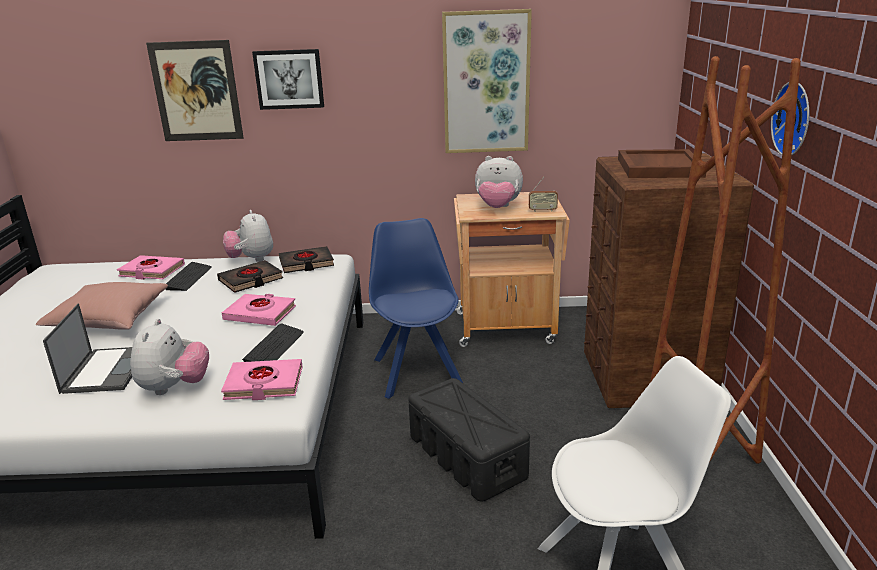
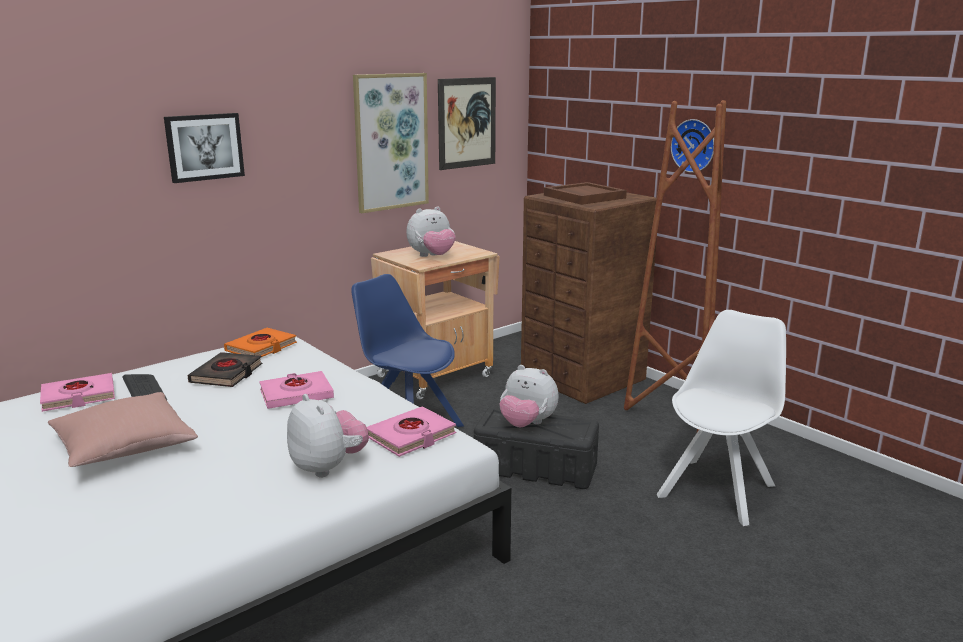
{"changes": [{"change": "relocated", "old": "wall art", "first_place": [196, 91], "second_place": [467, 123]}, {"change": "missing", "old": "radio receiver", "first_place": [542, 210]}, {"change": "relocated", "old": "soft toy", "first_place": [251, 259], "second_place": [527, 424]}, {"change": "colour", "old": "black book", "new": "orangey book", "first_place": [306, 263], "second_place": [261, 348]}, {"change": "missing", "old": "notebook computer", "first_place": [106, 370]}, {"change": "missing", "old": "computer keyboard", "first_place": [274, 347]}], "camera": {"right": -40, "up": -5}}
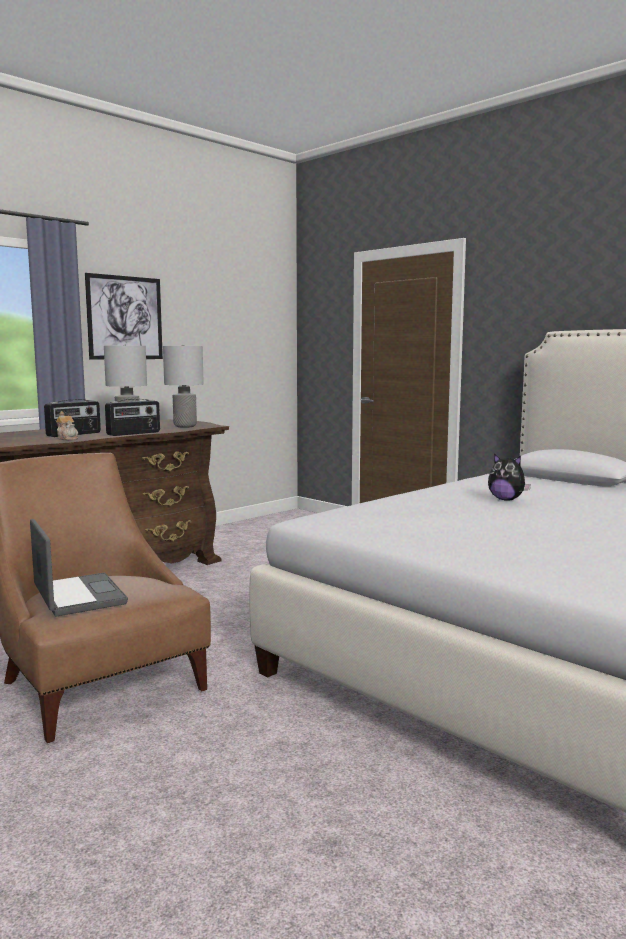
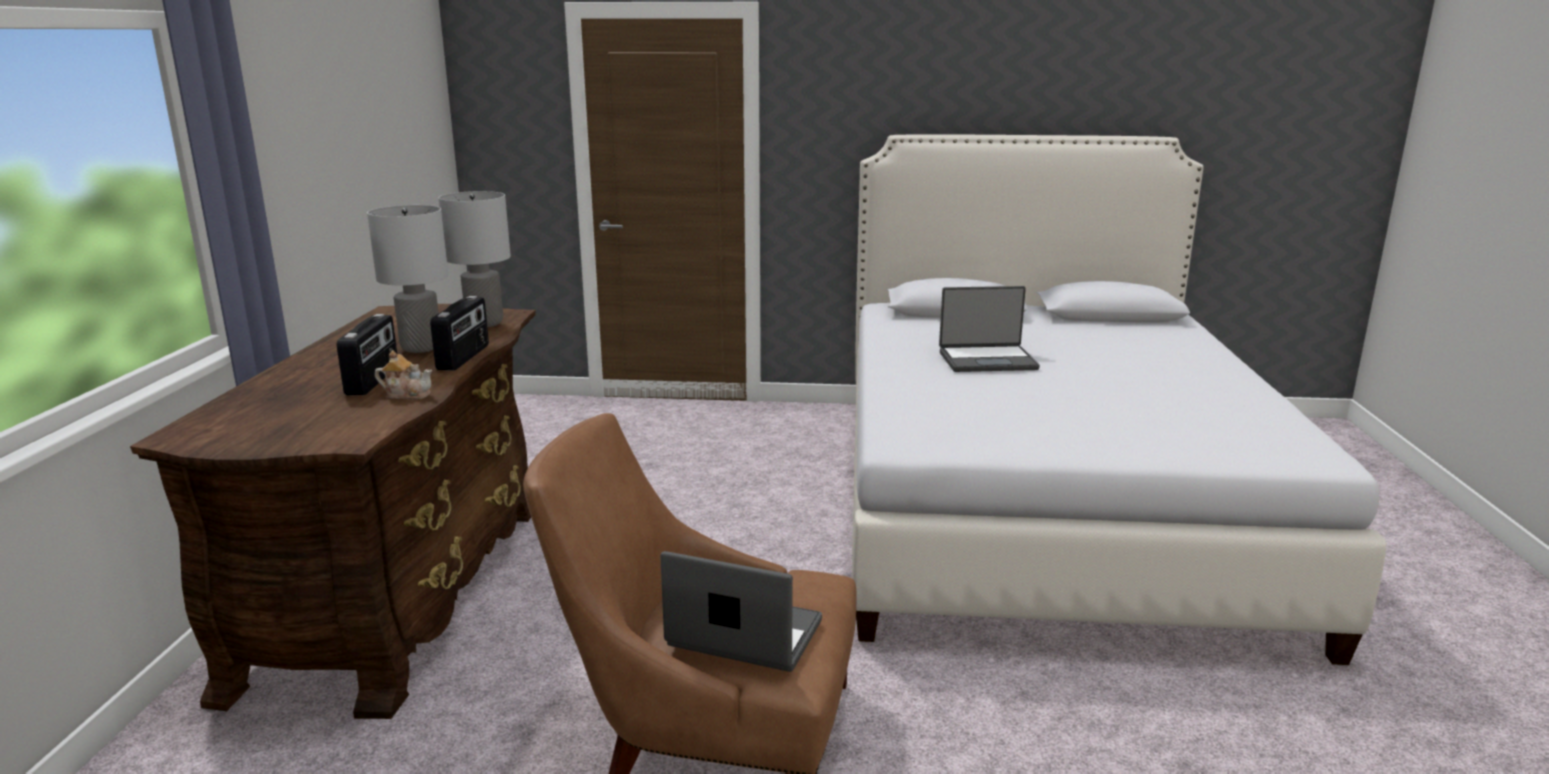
{"changes": [{"change": "missing", "old": "wall art", "first_place": [125, 318]}, {"change": "exchanged", "old": "soft toy", "new": "notebook computer", "first_place": [506, 500], "second_place": [987, 360]}], "camera": {"right": -40, "up": 10}}
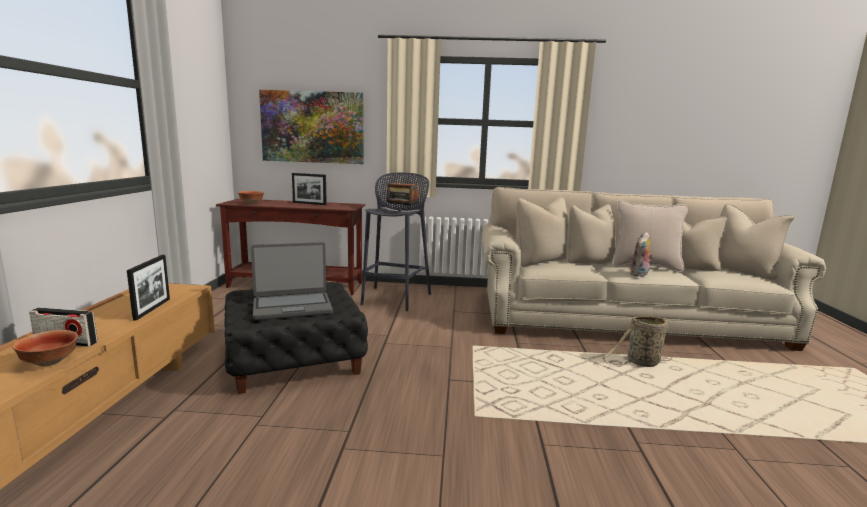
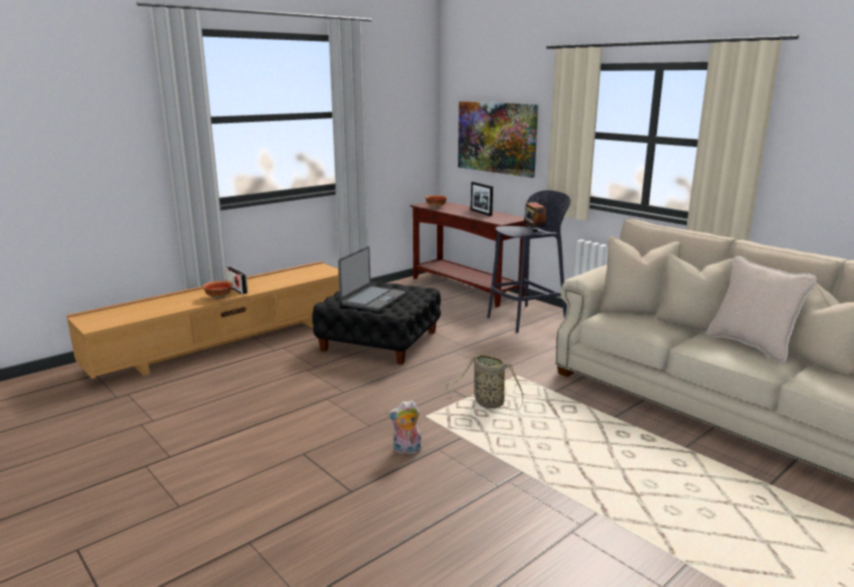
{"changes": [{"change": "relocated", "old": "soft toy", "first_place": [640, 274], "second_place": [406, 451]}, {"change": "spun", "old": "notebook computer", "first_place": [292, 307], "second_place": [373, 299], "degrees": -90}, {"change": "missing", "old": "picture frame", "first_place": [152, 309]}, {"change": "relocated", "old": "basket", "first_place": [641, 363], "second_place": [486, 403]}], "camera": {"right": 45, "up": 5}}
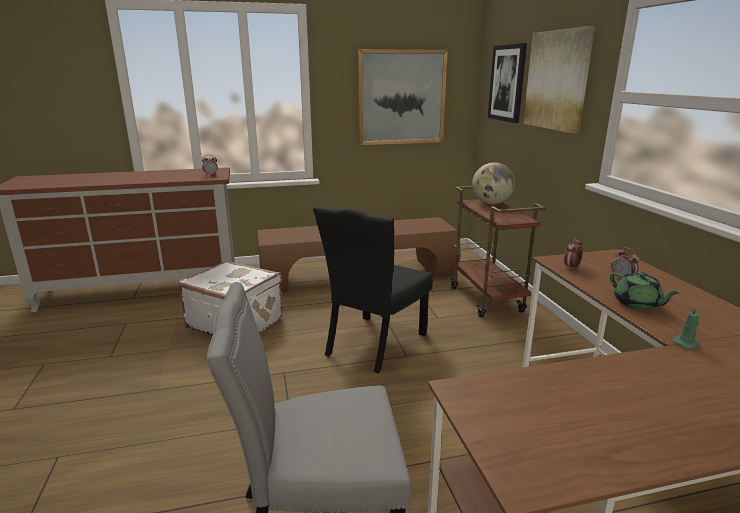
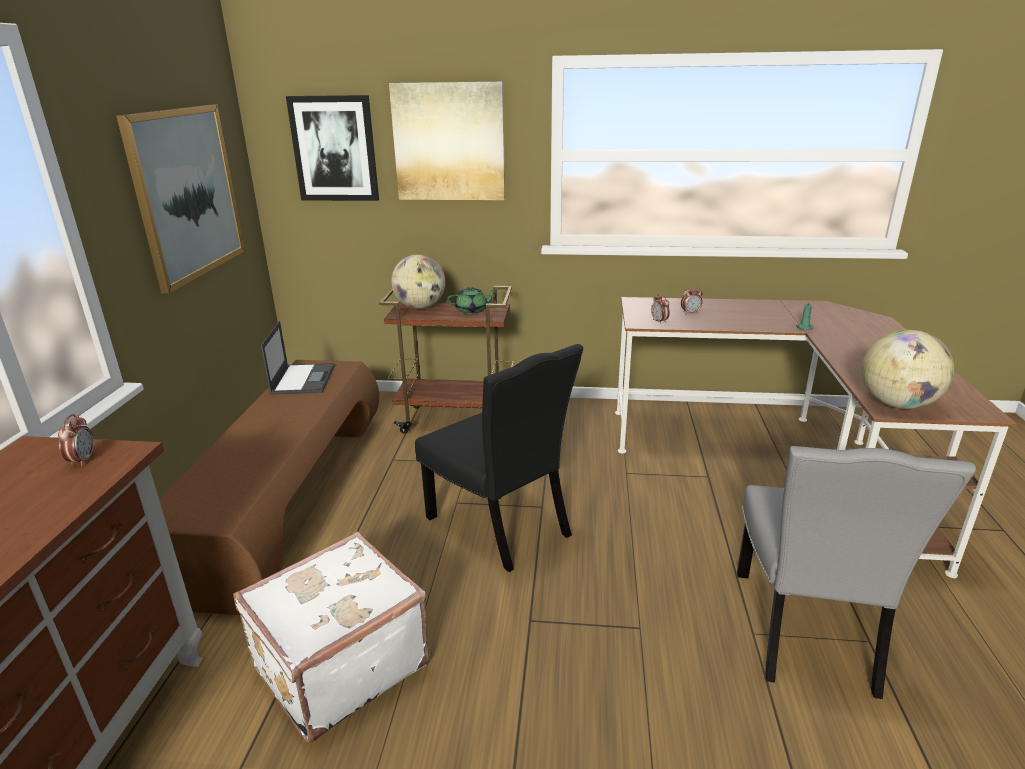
{"changes": [{"change": "relocated", "old": "greenish pot for tea", "first_place": [637, 304], "second_place": [472, 310]}, {"change": "appeared", "new": "notebook computer", "second_place": [303, 379]}, {"change": "appeared", "new": "desk globe", "second_place": [897, 404]}], "camera": {"right": -70, "up": 5}}
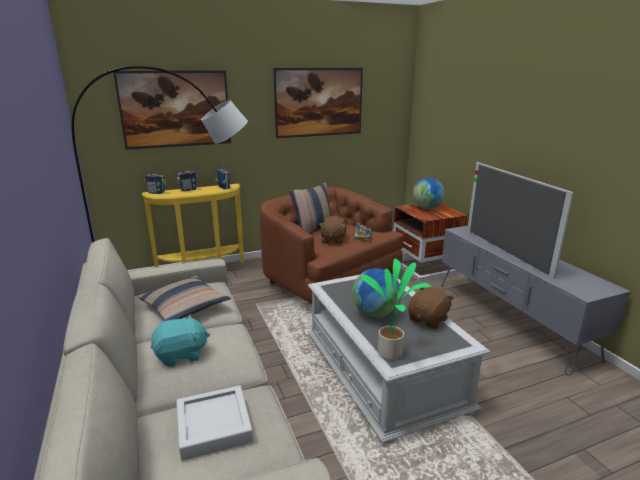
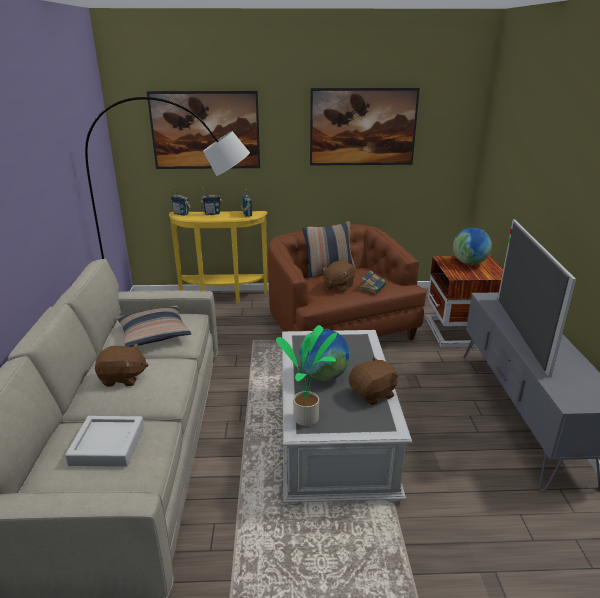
{"changes": [{"change": "colour", "old": "turquoise soft toy", "new": "brown soft toy", "first_place": [181, 355], "second_place": [123, 378]}], "camera": {"right": 20, "up": 5}}
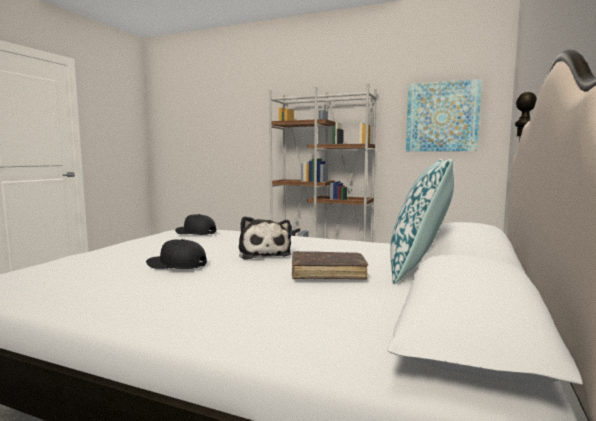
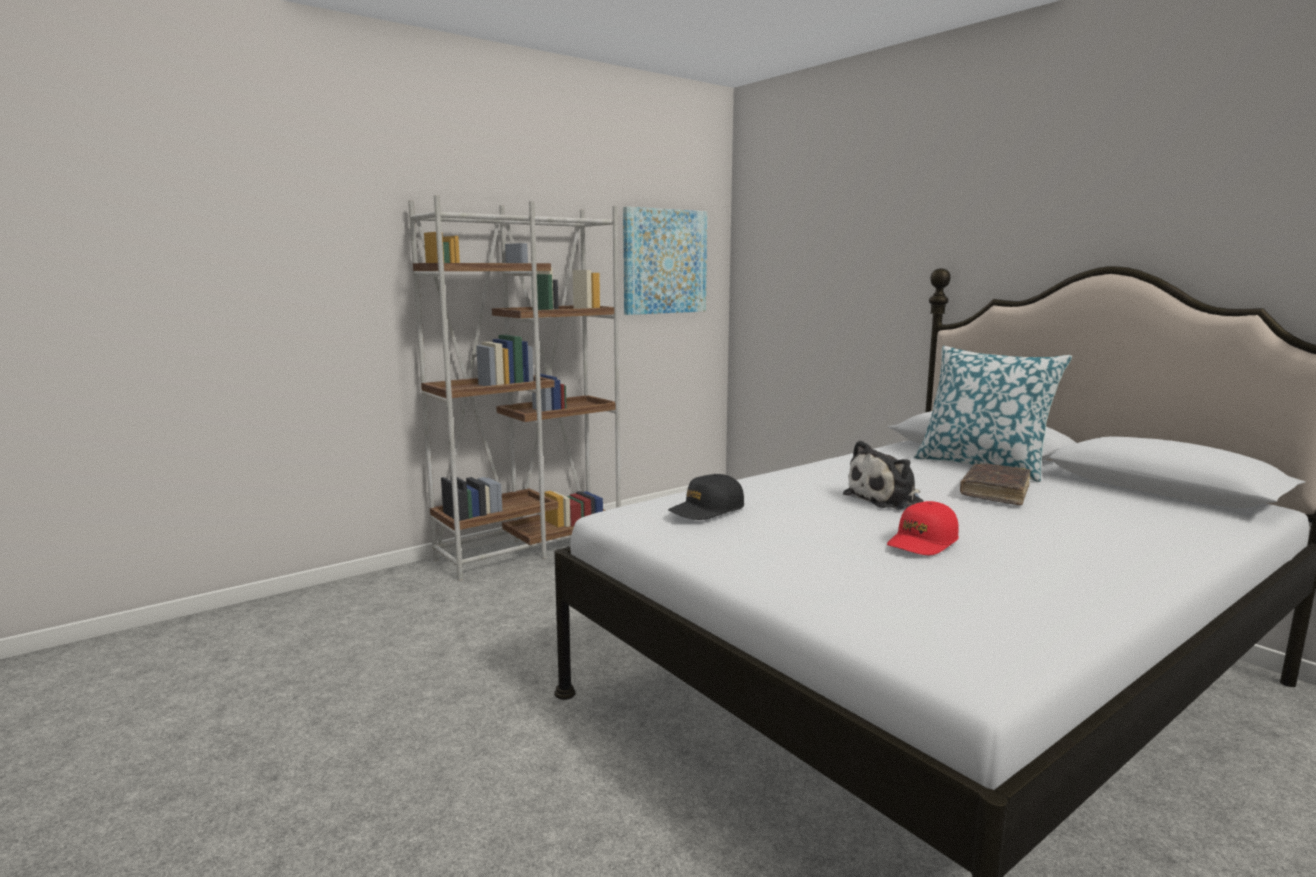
{"changes": [{"change": "spun", "old": "soft toy", "first_place": [264, 254], "second_place": [887, 499], "degrees": 135}, {"change": "colour", "old": "black baseball cap", "new": "reddish baseball cap", "first_place": [176, 265], "second_place": [922, 542]}], "camera": {"right": -60, "up": 5}}
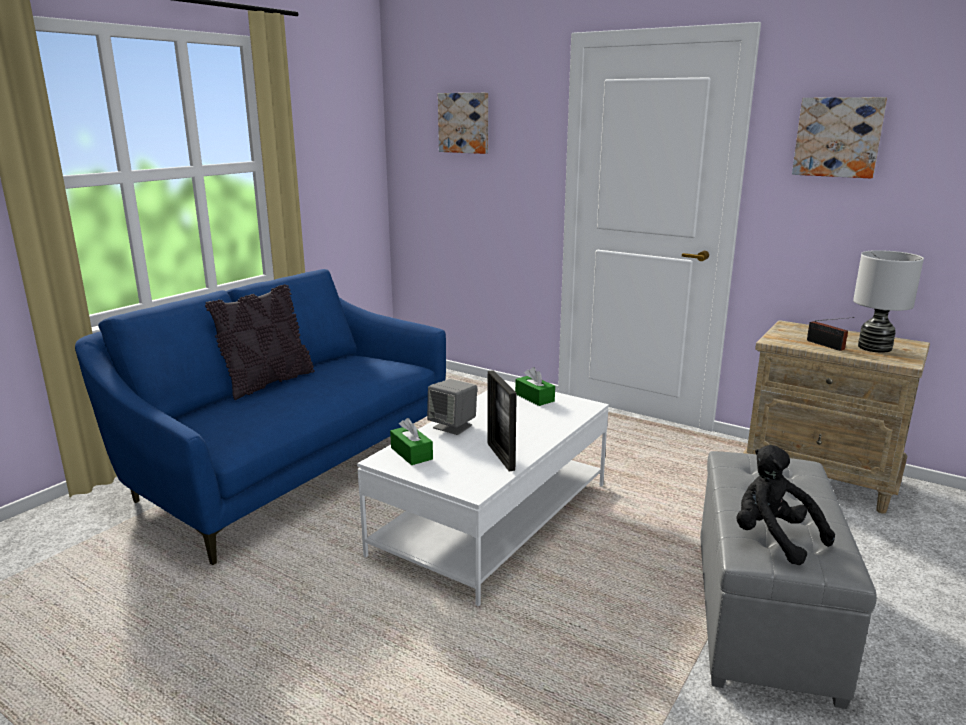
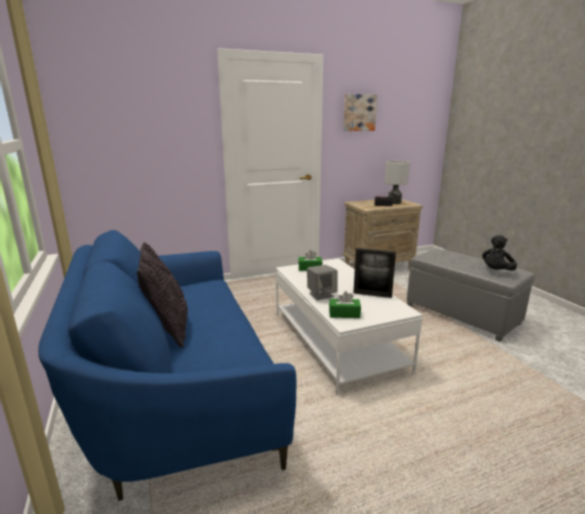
{"changes": [{"change": "missing", "old": "wall art", "first_place": [464, 123]}, {"change": "spun", "old": "black soft toy", "first_place": [773, 538], "second_place": [496, 272], "degrees": -45}], "camera": {"right": -55, "up": 0}}
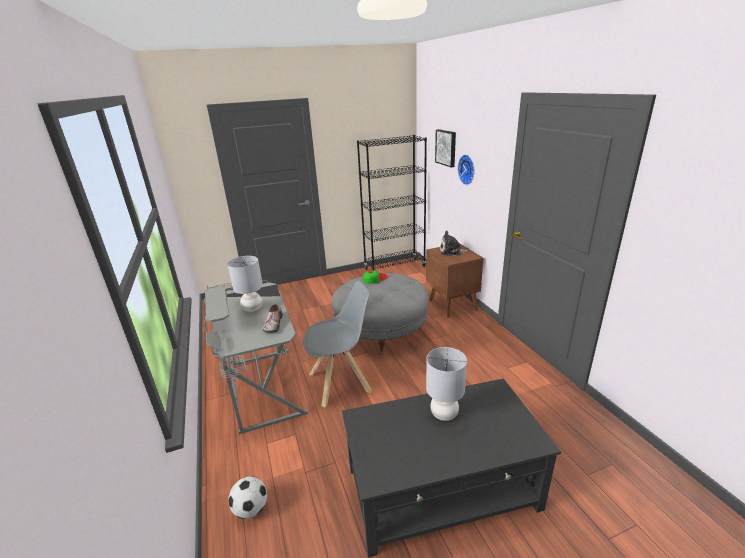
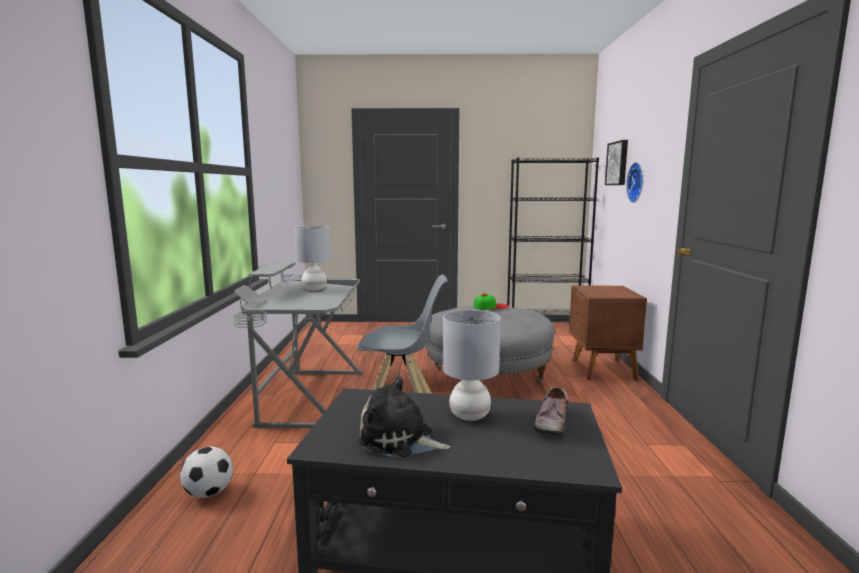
{"changes": [{"change": "relocated", "old": "soft toy", "first_place": [452, 251], "second_place": [399, 440]}, {"change": "relocated", "old": "shoe", "first_place": [272, 324], "second_place": [550, 422]}], "camera": {"right": 20, "up": -15}}
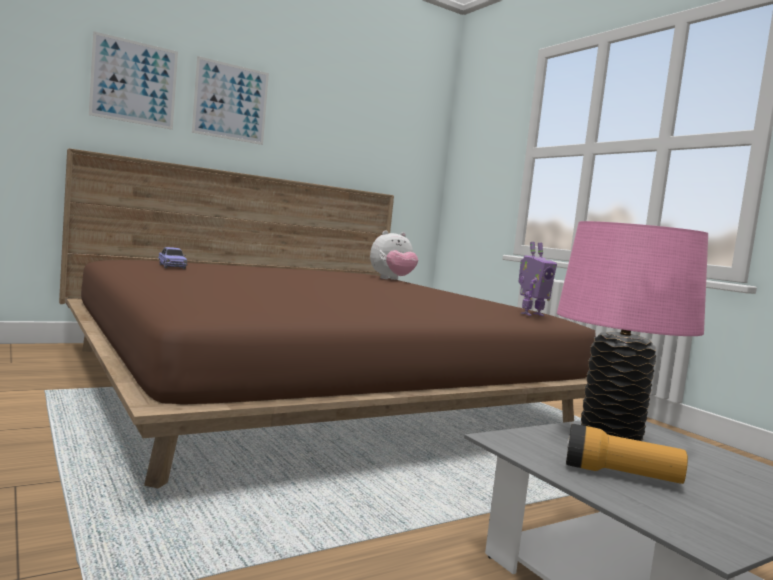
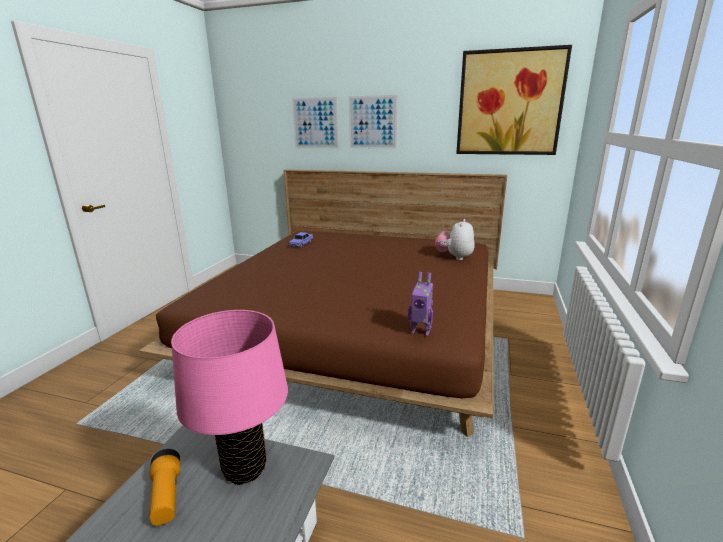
{"changes": [{"change": "spun", "old": "soft toy", "first_place": [392, 279], "second_place": [454, 257], "degrees": 90}, {"change": "appeared", "new": "wall art", "second_place": [509, 103]}], "camera": {"right": 50, "up": 15}}
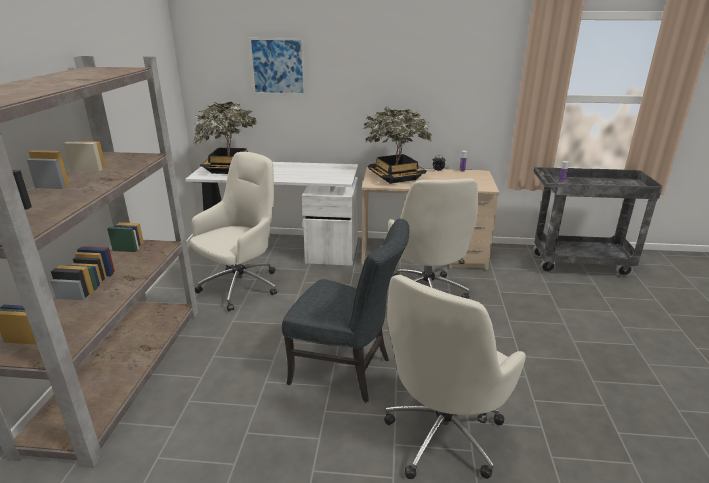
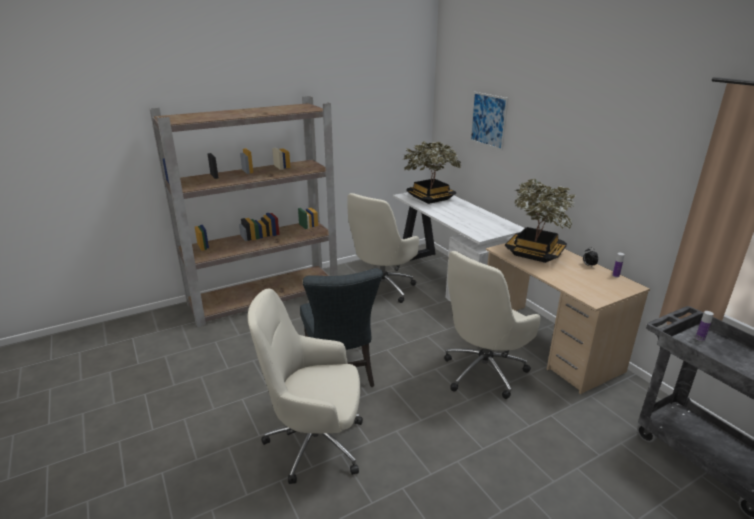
{"changes": [{"change": "spun", "old": "beige desk chair", "first_place": [241, 287], "second_place": [382, 289], "degrees": 120}], "camera": {"right": 55, "up": 0}}
